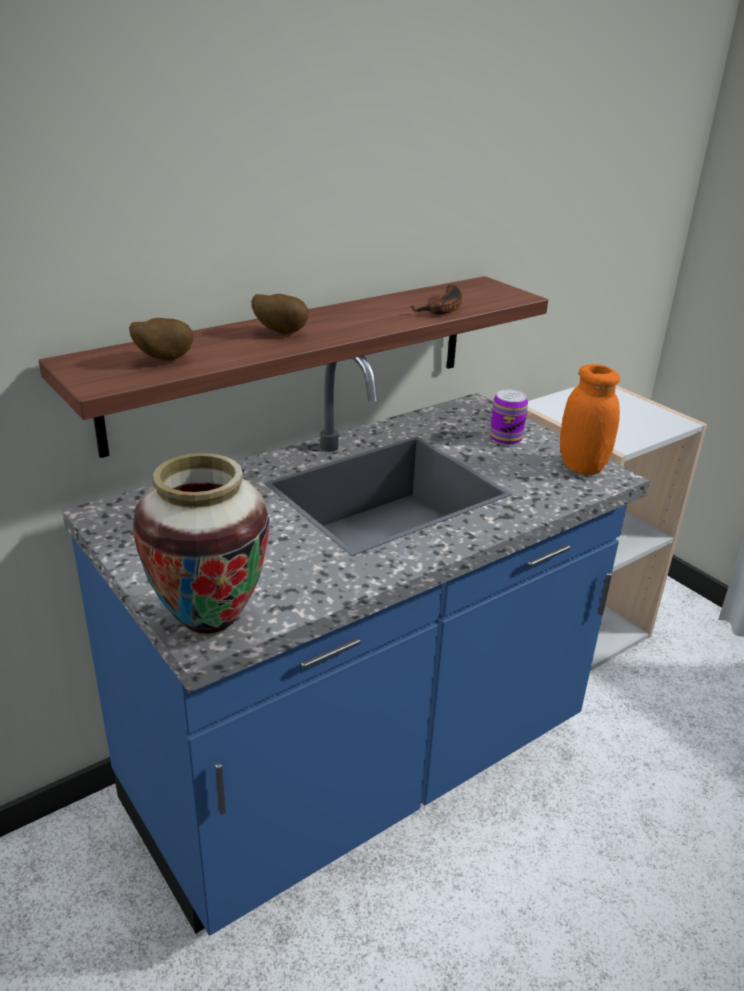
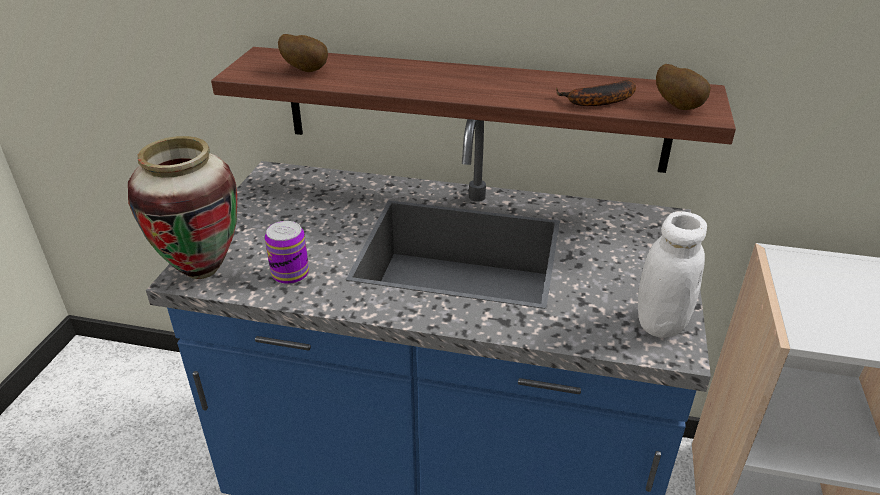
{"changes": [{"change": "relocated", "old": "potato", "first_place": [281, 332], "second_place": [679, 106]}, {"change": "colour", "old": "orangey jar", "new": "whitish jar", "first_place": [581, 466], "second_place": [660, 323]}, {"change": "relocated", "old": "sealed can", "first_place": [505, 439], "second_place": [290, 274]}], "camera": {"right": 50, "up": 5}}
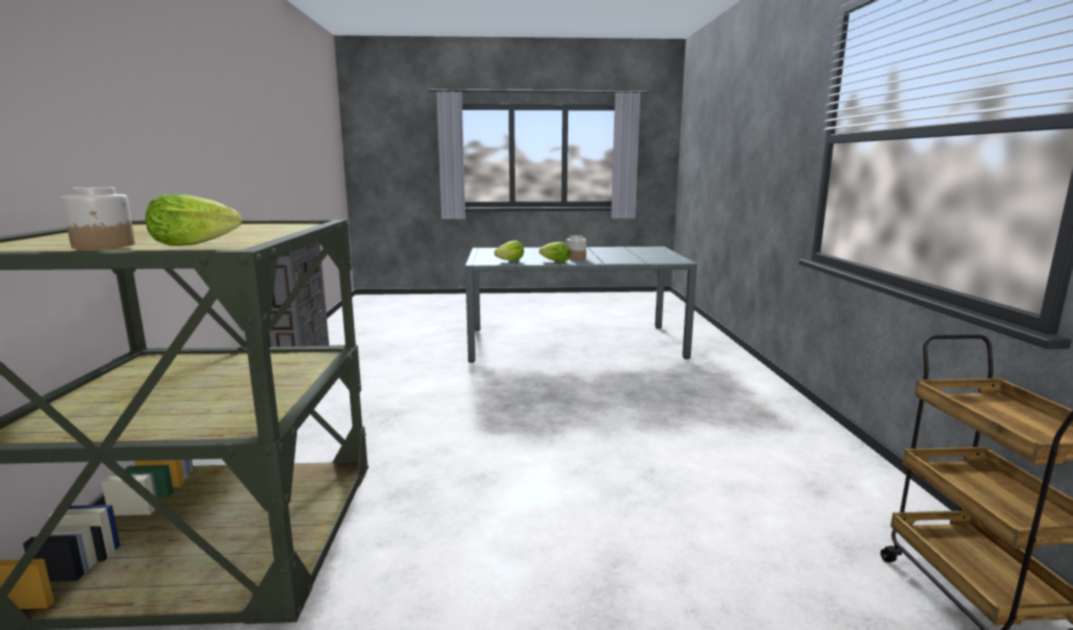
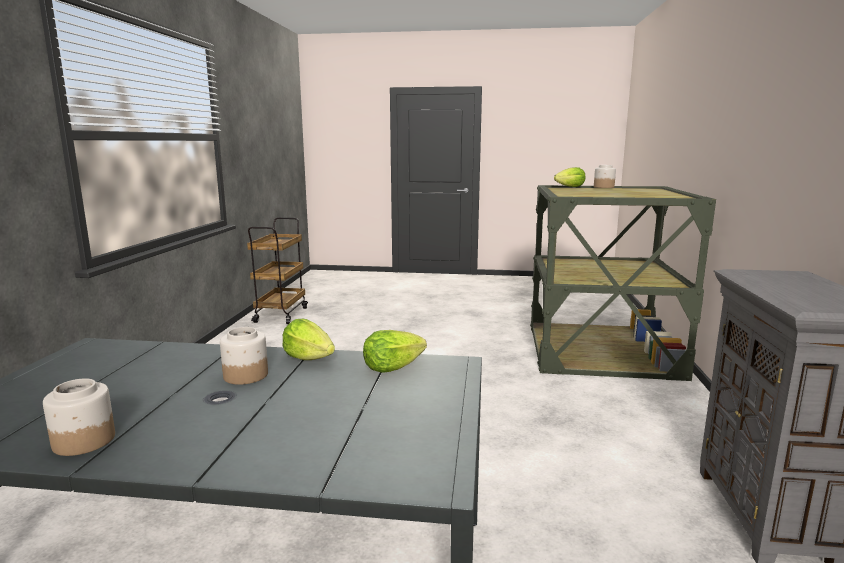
{"changes": [{"change": "appeared", "new": "jar", "second_place": [83, 441]}], "camera": {"right": -170, "up": 0}}
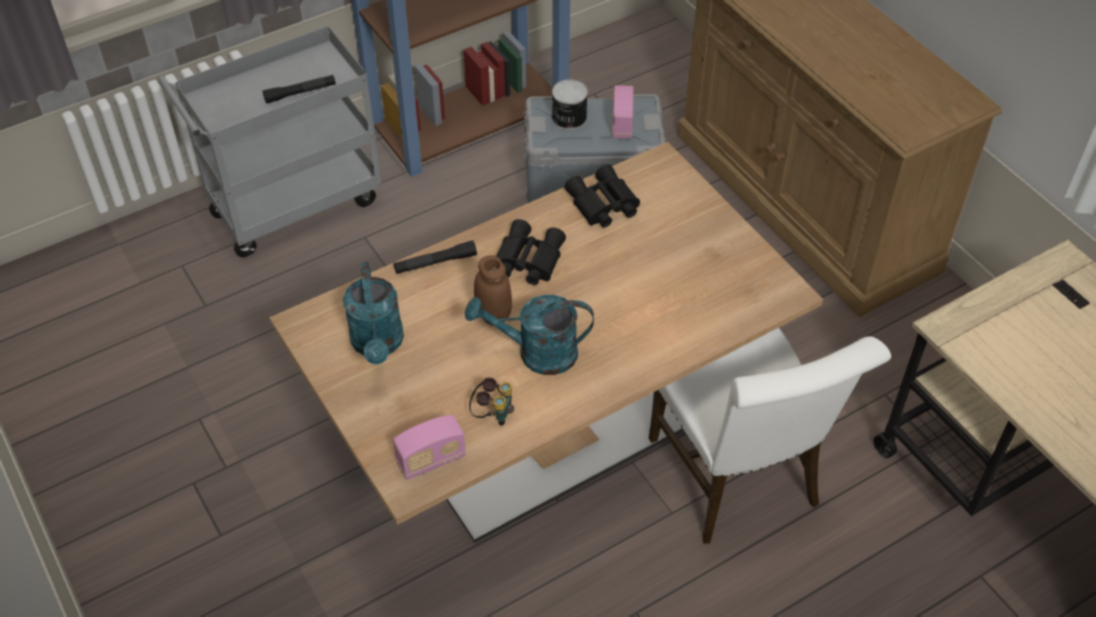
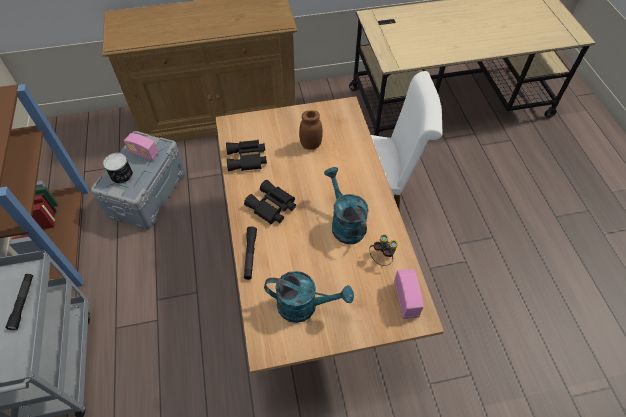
{"changes": [{"change": "relocated", "old": "brown jar", "first_place": [493, 315], "second_place": [310, 145]}, {"change": "spun", "old": "turquoise watering can", "first_place": [536, 353], "second_place": [344, 223], "degrees": 135}], "camera": {"right": -70, "up": 5}}
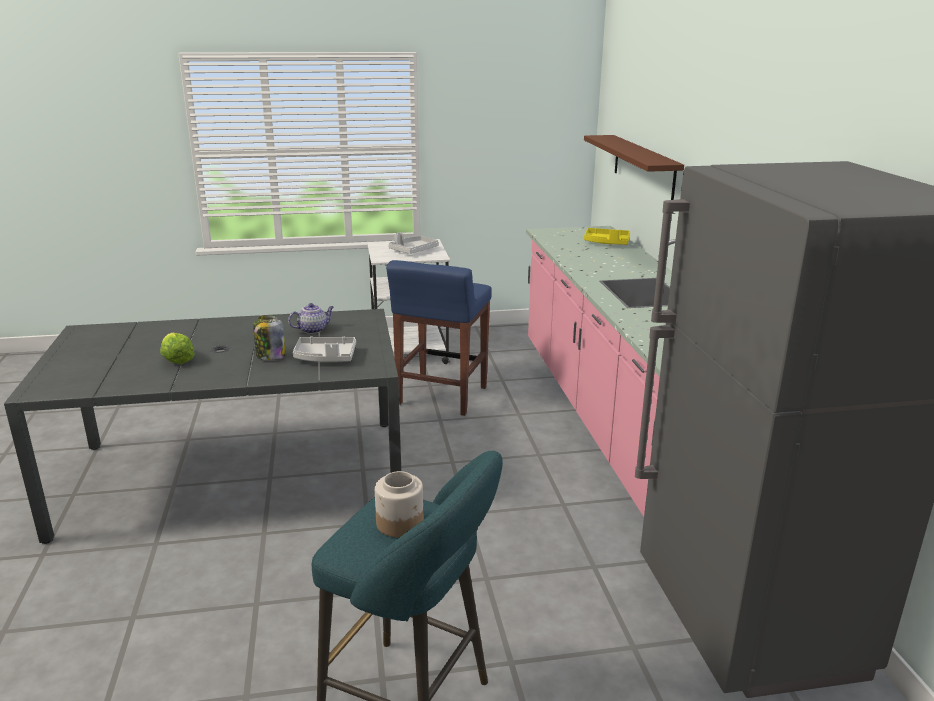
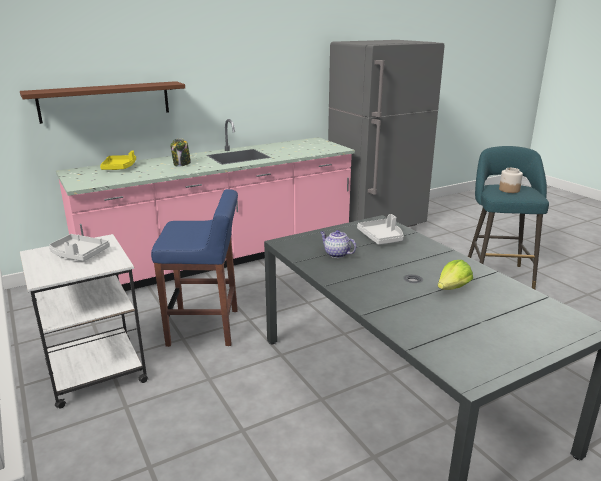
{"changes": [{"change": "relocated", "old": "jar", "first_place": [270, 356], "second_place": [182, 164]}], "camera": {"right": -110, "up": 0}}
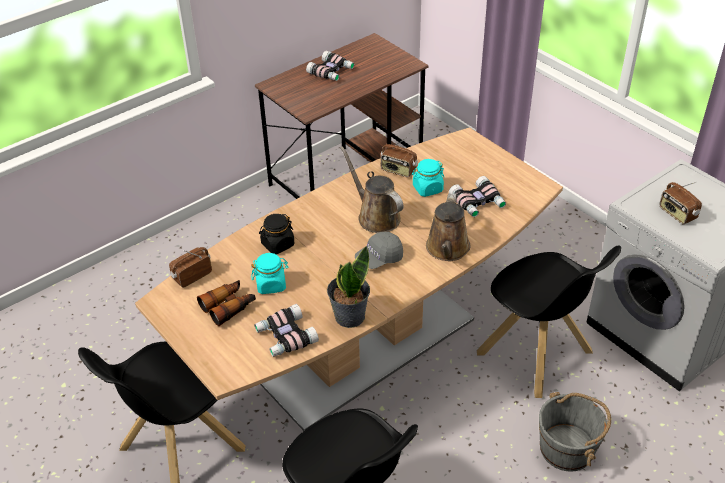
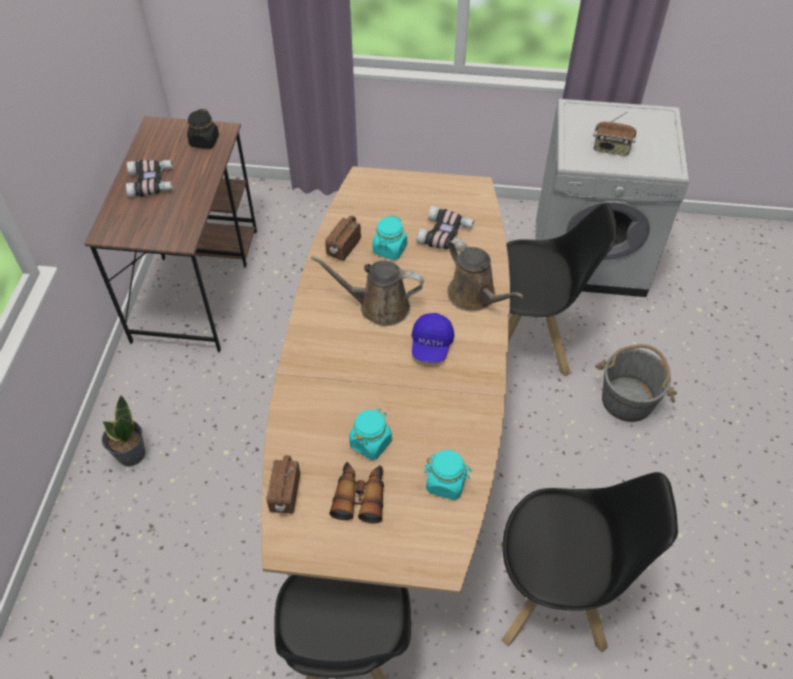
{"changes": [{"change": "spun", "old": "radio receiver", "first_place": [398, 170], "second_place": [343, 248], "degrees": 135}, {"change": "relocated", "old": "black jar", "first_place": [277, 244], "second_place": [204, 141]}, {"change": "colour", "old": "gray baseball cap", "new": "blue-coloured baseball cap", "first_place": [379, 258], "second_place": [431, 345]}, {"change": "relocated", "old": "houseplant", "first_place": [349, 316], "second_place": [130, 454]}, {"change": "exchanged", "old": "field glasses", "new": "turquoise jar", "first_place": [285, 337], "second_place": [446, 483]}], "camera": {"right": -45, "up": 10}}
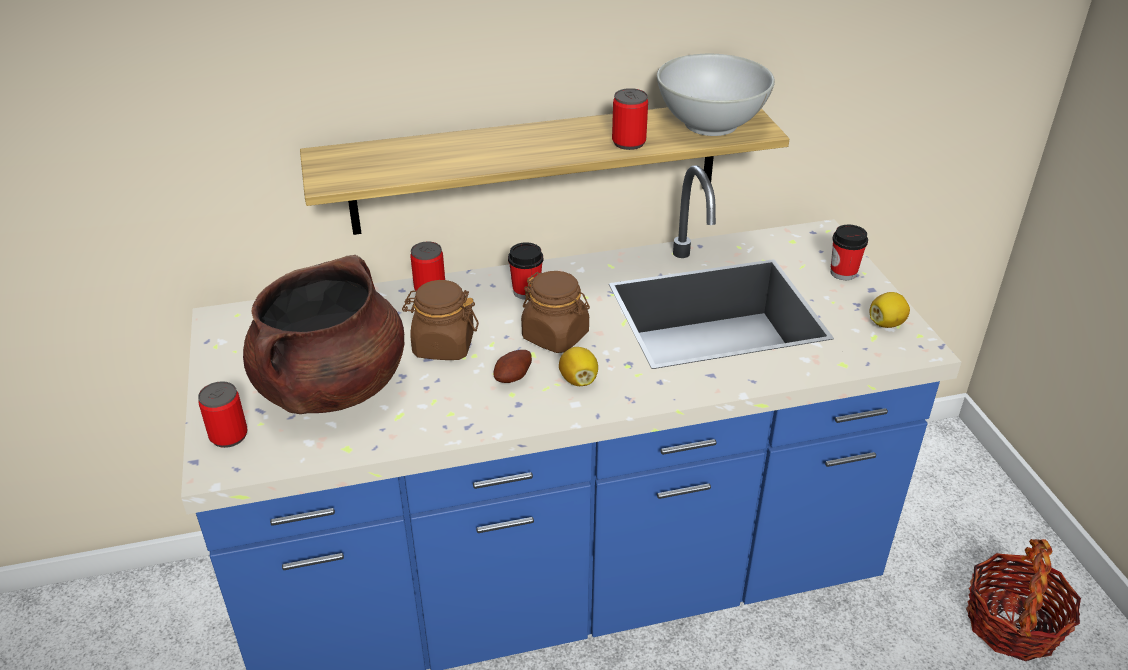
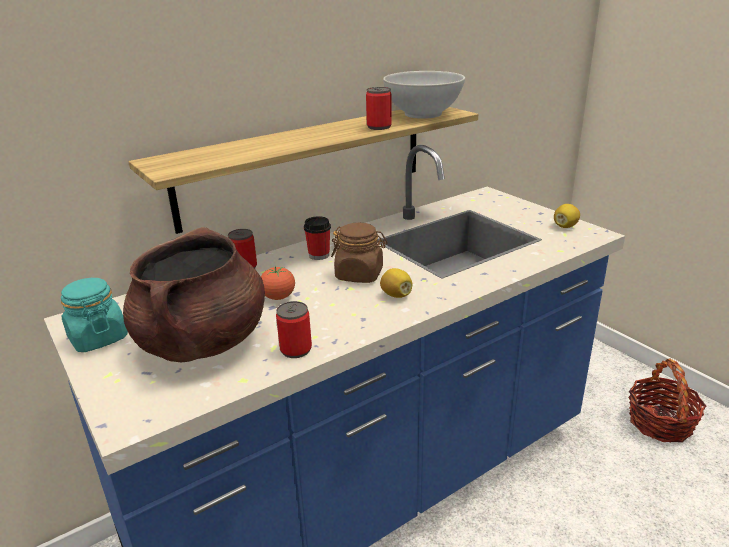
{"changes": [{"change": "missing", "old": "cup", "first_place": [843, 273]}, {"change": "exchanged", "old": "brown jar", "new": "whole tomato", "first_place": [443, 345], "second_place": [278, 297]}, {"change": "missing", "old": "potato", "first_place": [514, 378]}, {"change": "relocated", "old": "sealed can", "first_place": [229, 436], "second_place": [296, 350]}, {"change": "appeared", "new": "turquoise jar", "second_place": [98, 338]}], "camera": {"right": -20, "up": -10}}
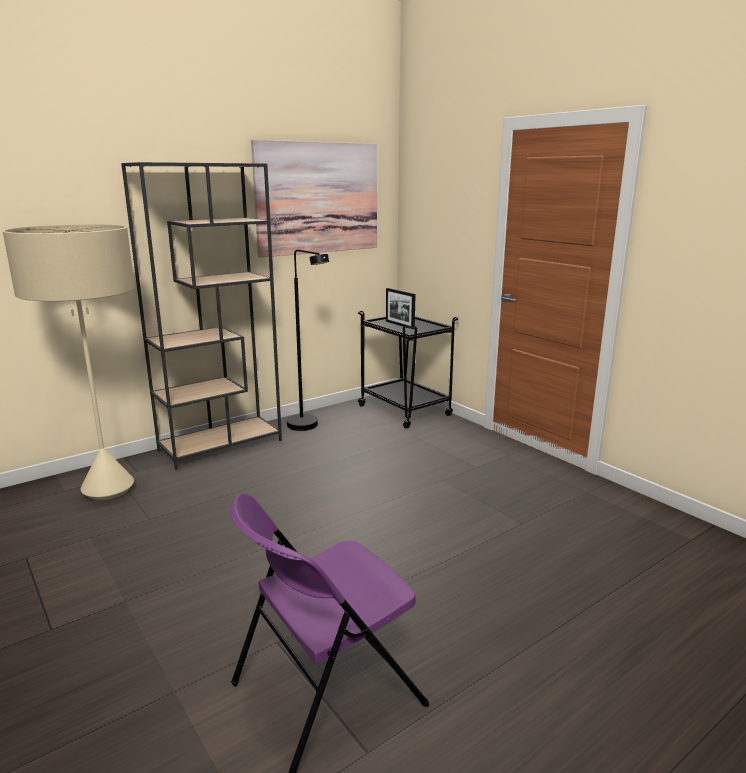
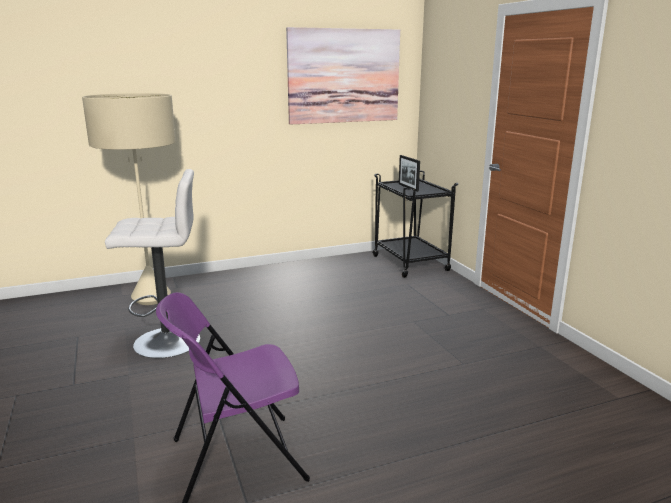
{"changes": [{"change": "missing", "old": "bookcase", "first_place": [221, 445]}, {"change": "missing", "old": "black floor lamp", "first_place": [308, 427]}, {"change": "appeared", "new": "whitish sitting stool", "second_place": [168, 342]}], "camera": {"right": 15, "up": 0}}
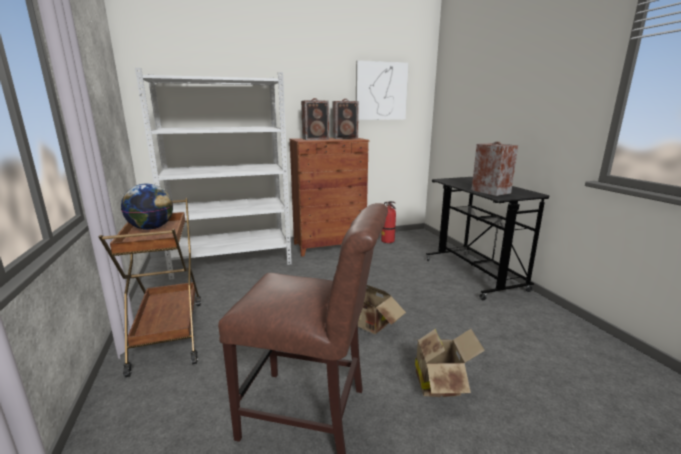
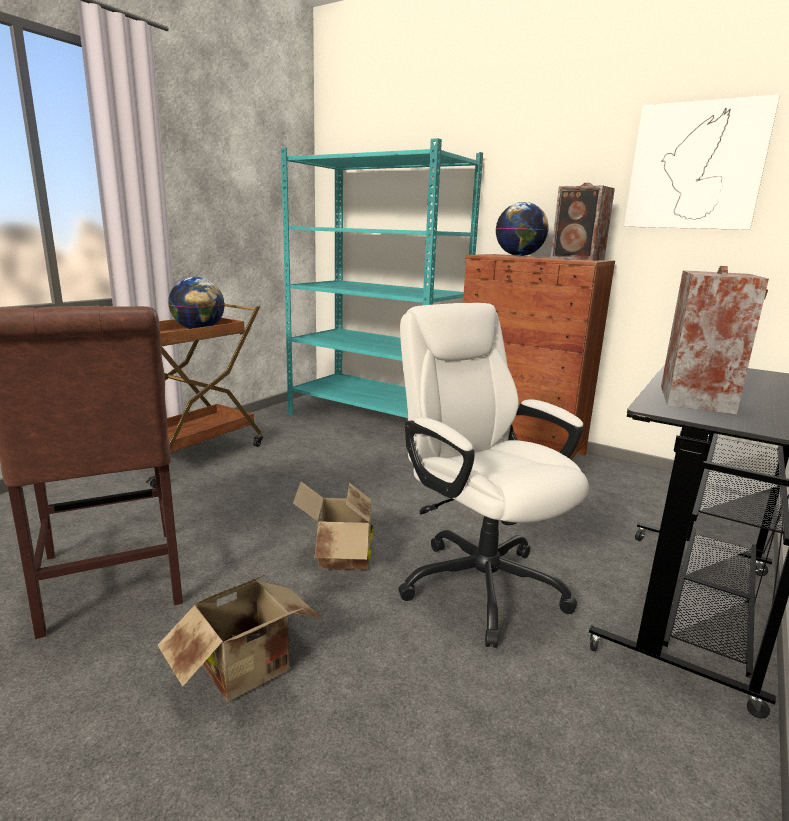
{"changes": [{"change": "colour", "old": "whitish bookcase", "new": "turquoise bookcase", "first_place": [232, 260], "second_place": [374, 420]}, {"change": "exchanged", "old": "loudspeaker", "new": "desk globe", "first_place": [316, 139], "second_place": [519, 256]}, {"change": "missing", "old": "extinguisher", "first_place": [388, 241]}, {"change": "appeared", "new": "whitish desk chair", "second_place": [477, 583]}], "camera": {"right": 50, "up": 0}}
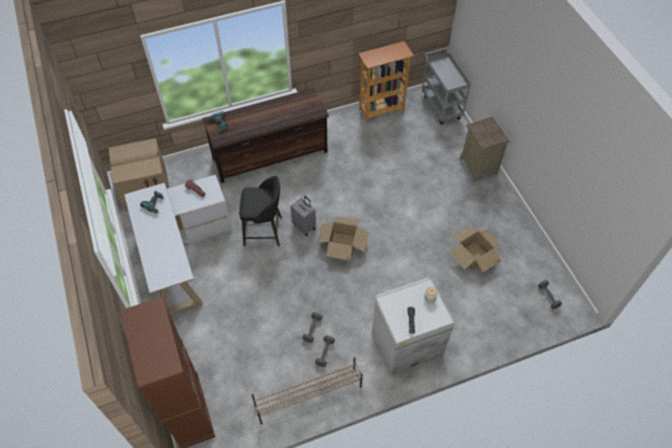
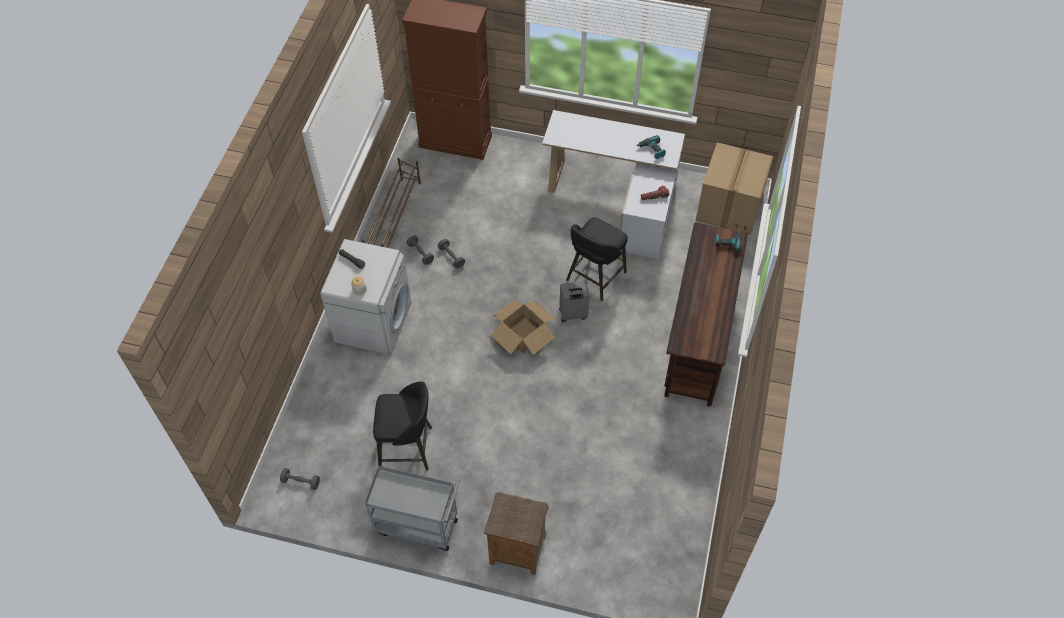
{"changes": [{"change": "missing", "old": "bookcase", "first_place": [381, 110]}, {"change": "relocated", "old": "gray trolley", "first_place": [440, 107], "second_place": [419, 528]}, {"change": "exchanged", "old": "carton", "new": "black sitting stool", "first_place": [473, 255], "second_place": [408, 448]}], "camera": {"right": 125, "up": 0}}
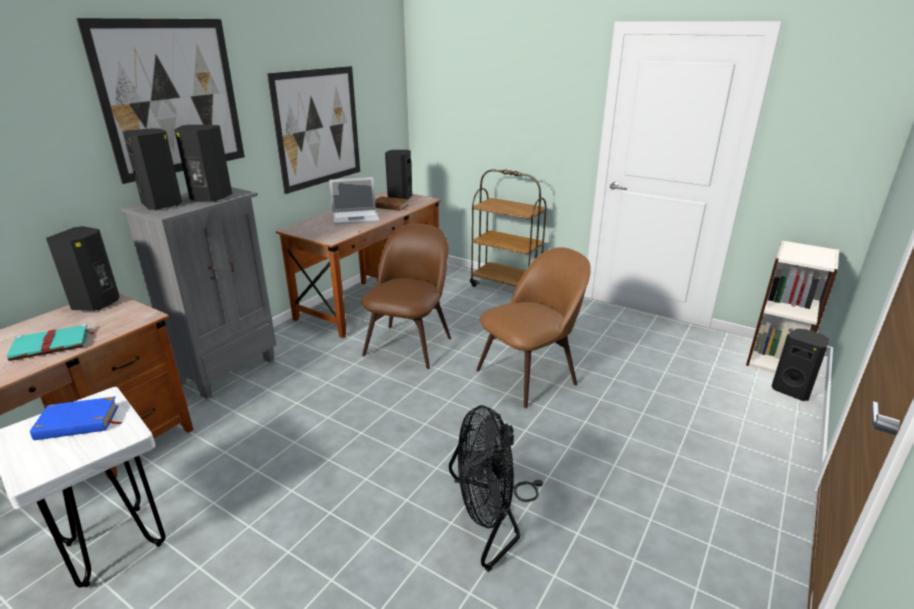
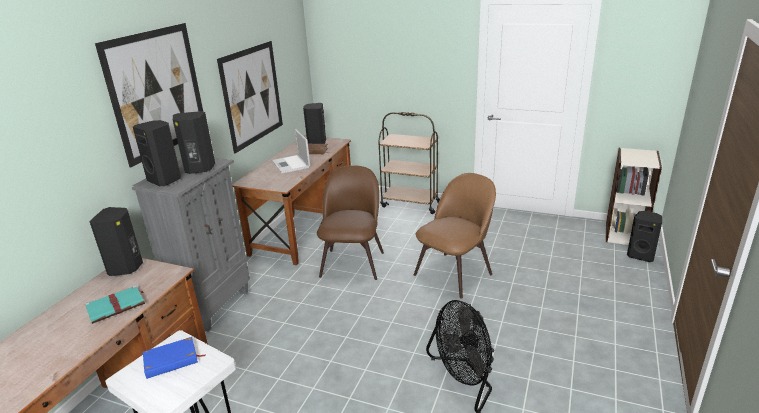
{"changes": [{"change": "spun", "old": "notebook computer", "first_place": [356, 217], "second_place": [291, 164], "degrees": 90}], "camera": {"right": -10, "up": 0}}
